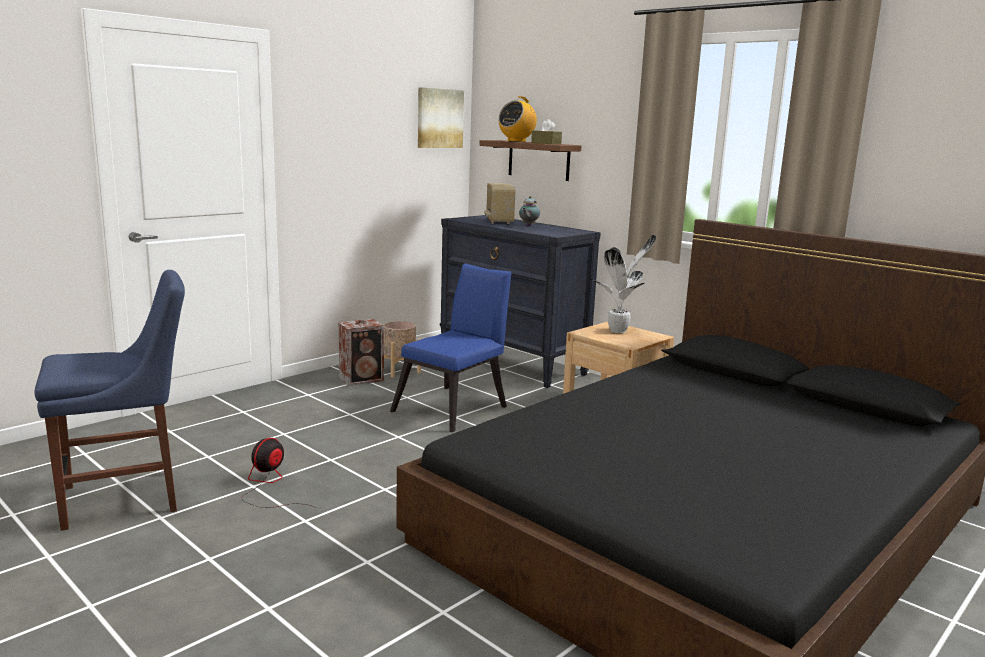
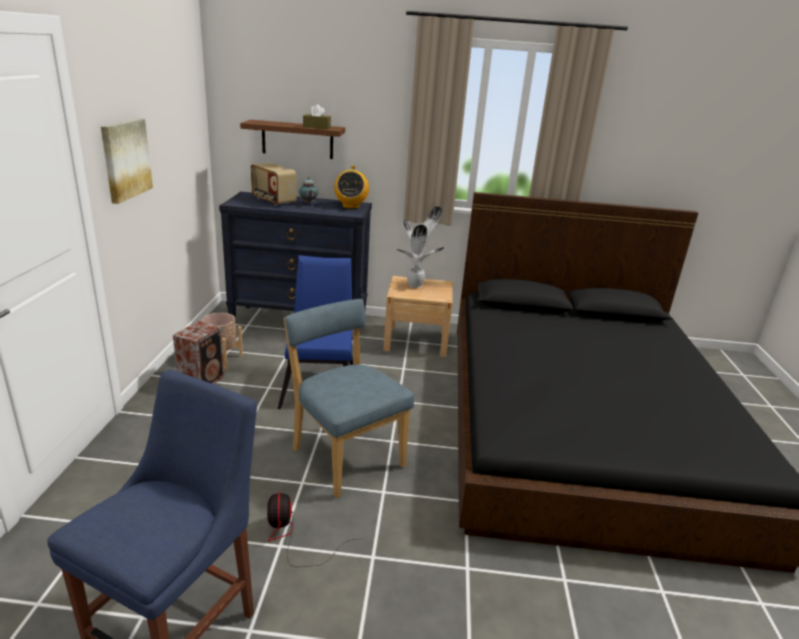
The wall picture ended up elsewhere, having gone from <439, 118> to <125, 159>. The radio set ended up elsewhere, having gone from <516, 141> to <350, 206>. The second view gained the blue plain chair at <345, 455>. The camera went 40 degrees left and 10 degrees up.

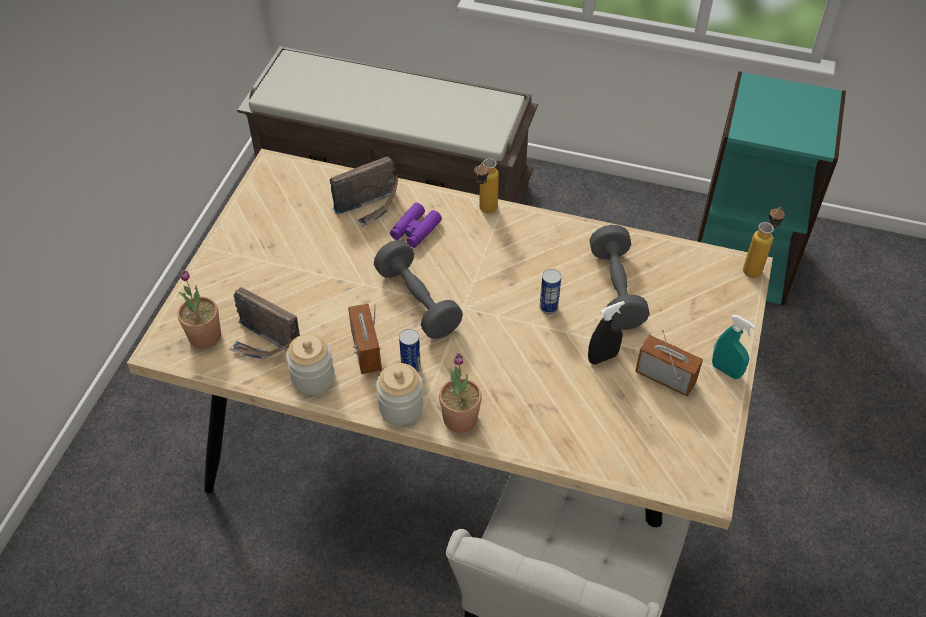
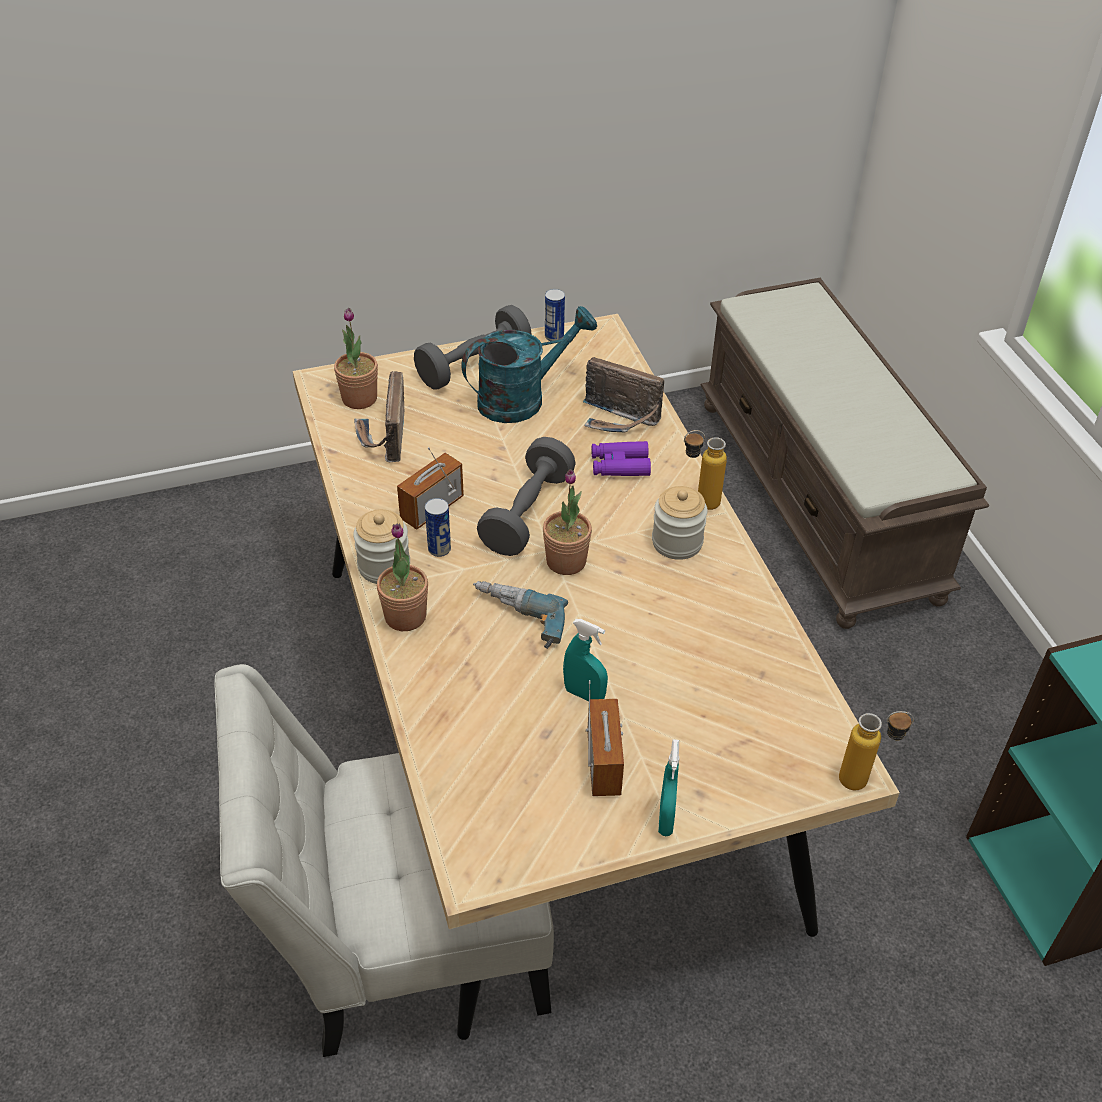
The greyish free weight ended up elsewhere, having gone from <616, 289> to <474, 364>. The metal can ended up elsewhere, having gone from <548, 307> to <554, 336>. What was the black spray bottle at <602, 357> turned into the turquoise spray bottle at <584, 694>. The storage jar ended up elsewhere, having gone from <313, 378> to <677, 542>. The second view gained the turquoise sprinkling can at <522, 398>. The second view gained the plant in a pot at <566, 561>. The second view gained the electric drill at <516, 621>. The camera went 55 degrees right and 5 degrees down.

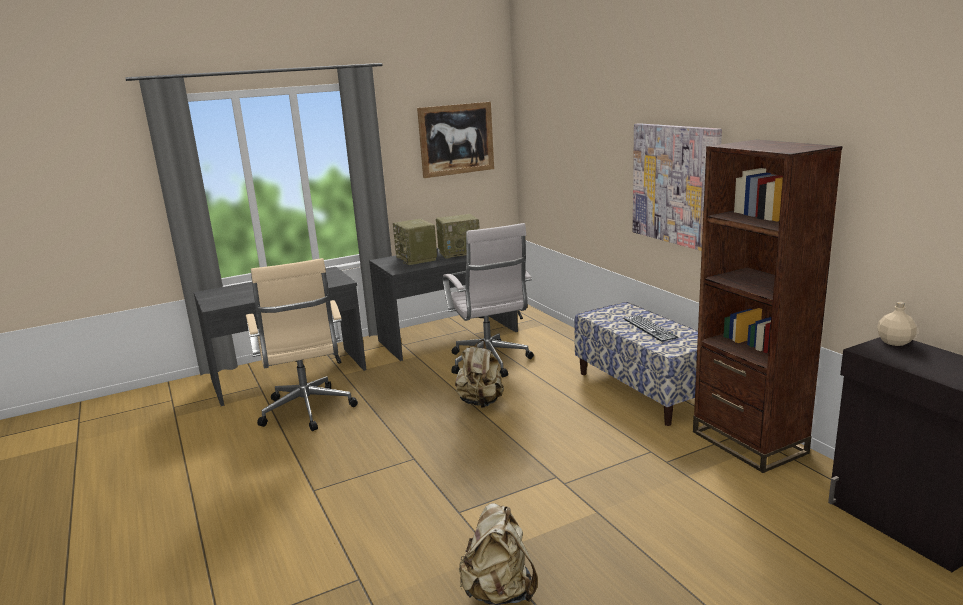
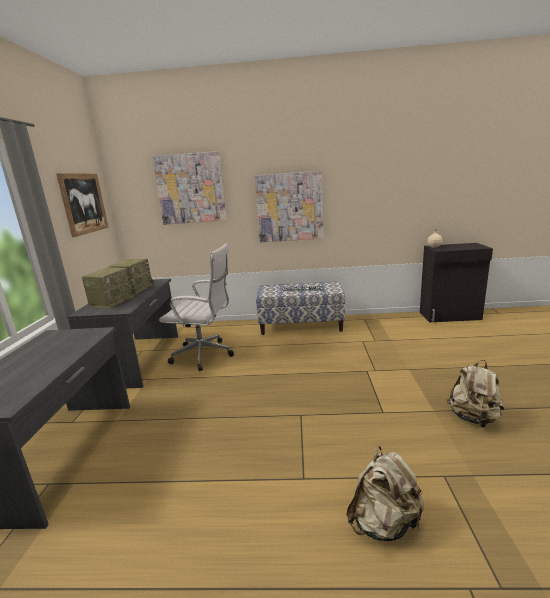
The second view lost the brown-coloured shelving unit at <748, 442>. The radio set at <417, 258> ended up facing another way, 75 degrees counterclockwise from before. The second view lost the beige-coloured desk chair at <307, 412>. The beige-coloured rucksack ended up elsewhere, having gone from <481, 402> to <383, 523>. The second view gained the wall picture at <191, 189>. The camera went 60 degrees left and 0 degrees up.

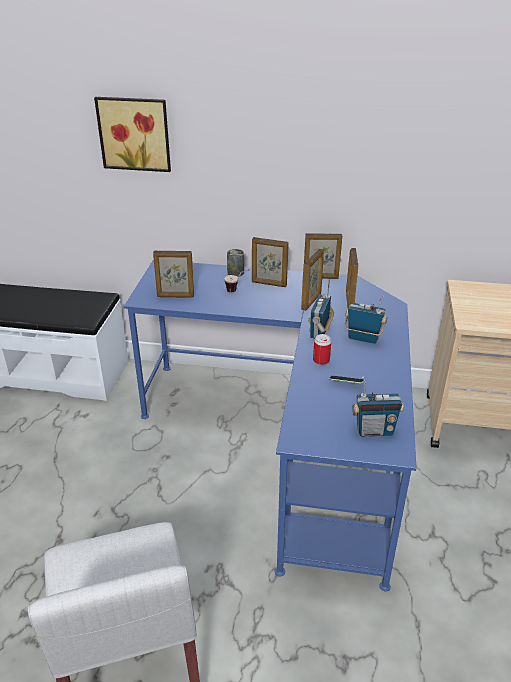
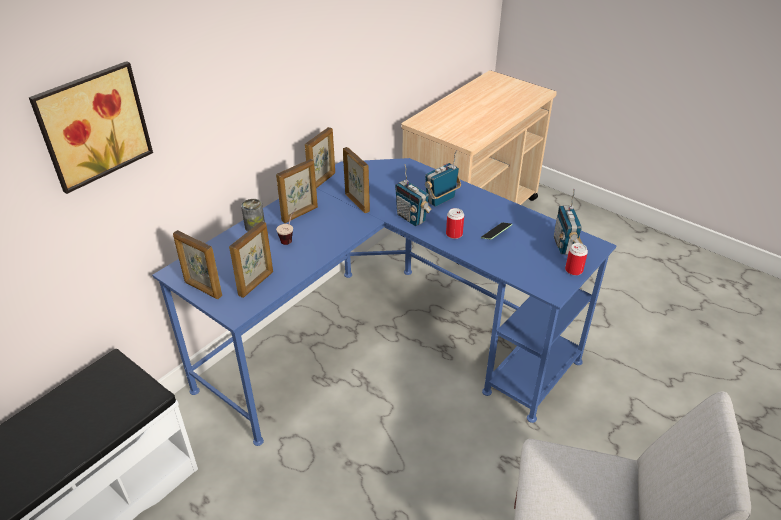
The standing frame ended up elsewhere, having gone from <349, 301> to <203, 289>. The radio set at <374, 430> ended up facing another way, 150 degrees clockwise from before. The second view gained the metal can at <573, 270>. The camera went 60 degrees left and 5 degrees up.

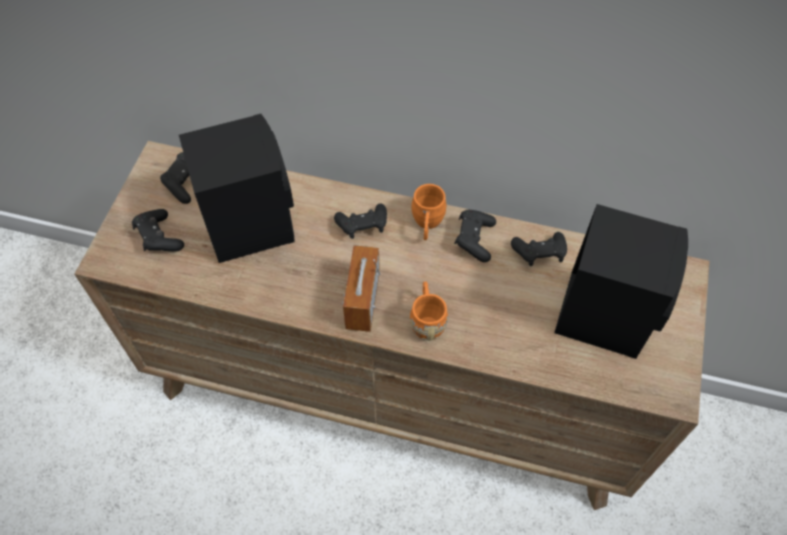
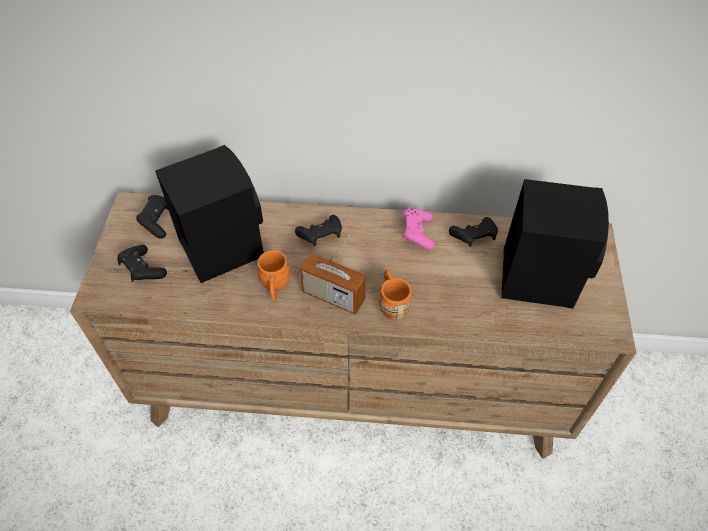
The orange coffee mug ended up elsewhere, having gone from <427, 225> to <275, 288>. What was the black joypad at <474, 240> turned into the pink joypad at <417, 233>. The radio set at <362, 301> ended up facing another way, 60 degrees counterclockwise from before. The camera went 10 degrees left and 5 degrees down.

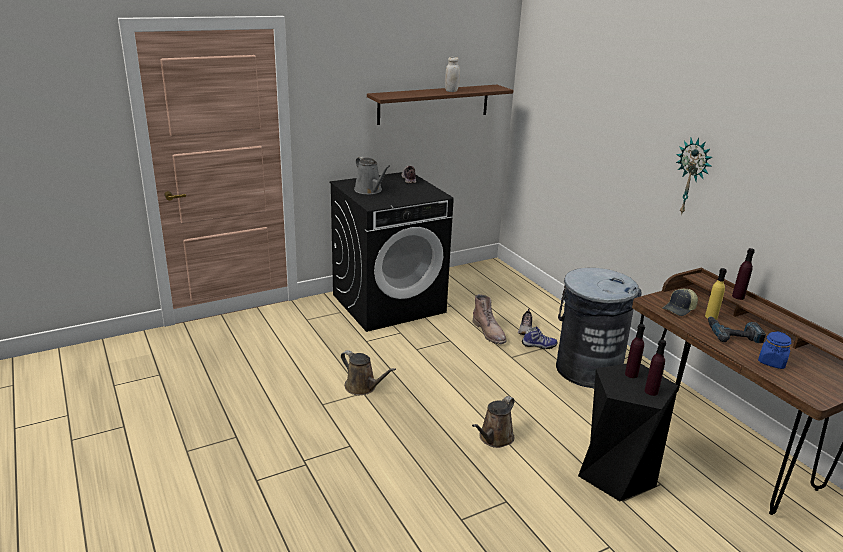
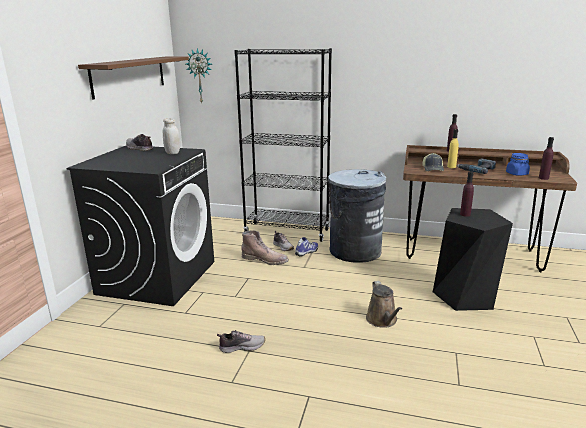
The white-coloured storage jar ended up elsewhere, having gone from <451, 91> to <172, 153>. The clock on the wall ended up elsewhere, having gone from <692, 176> to <200, 76>. The second view lost the greyish sprinkling can at <369, 190>. The purplish bottle ended up elsewhere, having gone from <651, 391> to <543, 178>. Where the brown-coloured sprinkling can stood at <363, 387>, the item of footwear came to stand at <241, 347>. The second view gained the black shelving unit at <287, 232>. The camera went 45 degrees left and 5 degrees down.

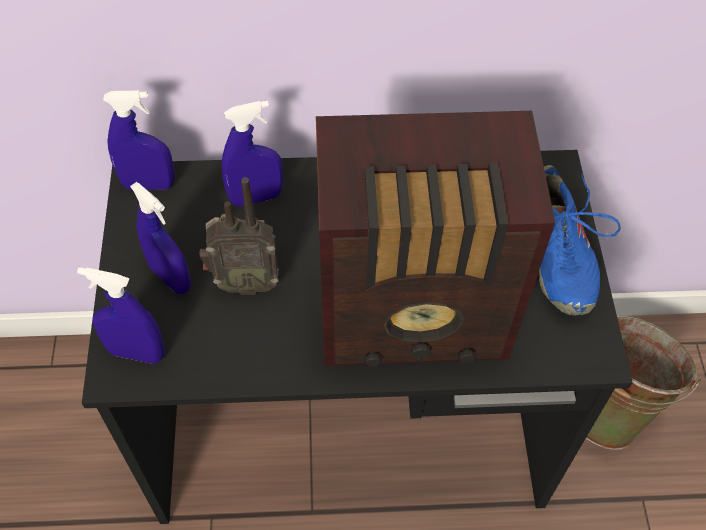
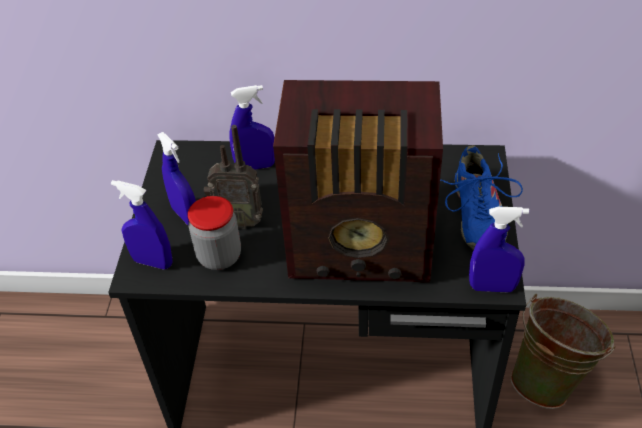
The blue spray bottle ended up elsewhere, having gone from <149, 185> to <492, 287>. The second view gained the storage jar at <219, 256>. The camera went 10 degrees right and 10 degrees down.

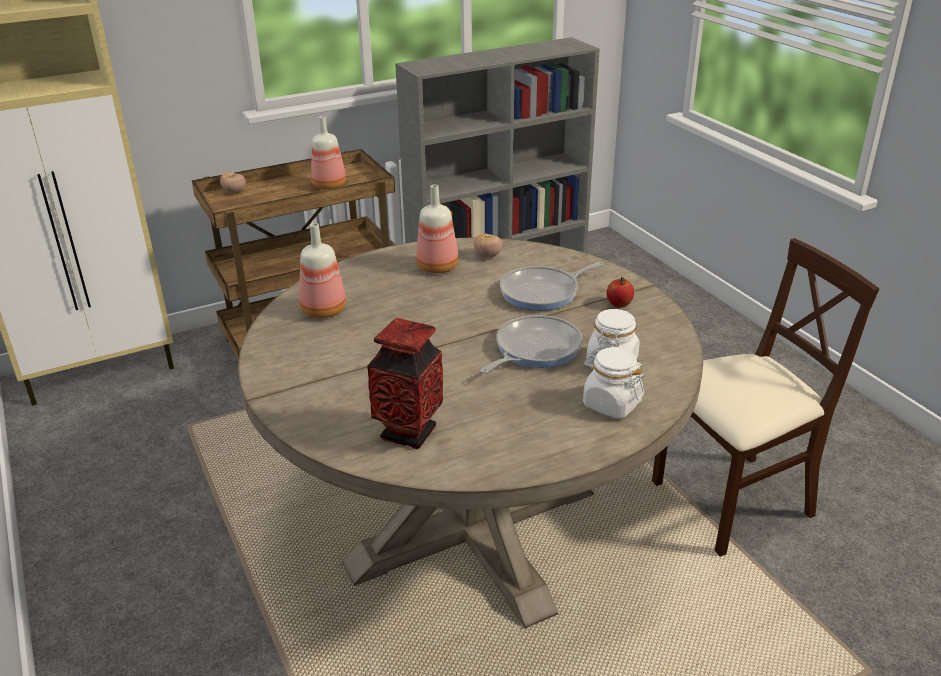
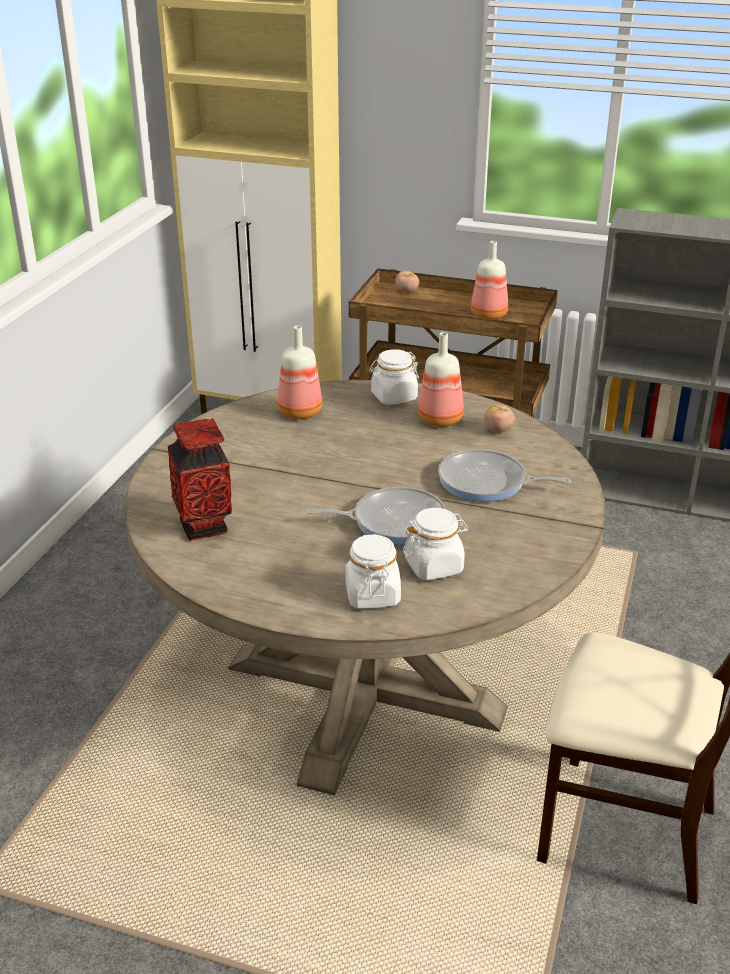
The second view lost the apple fruit at <619, 304>. The second view gained the white-coloured storage jar at <393, 397>. The camera went 45 degrees right and 0 degrees up.

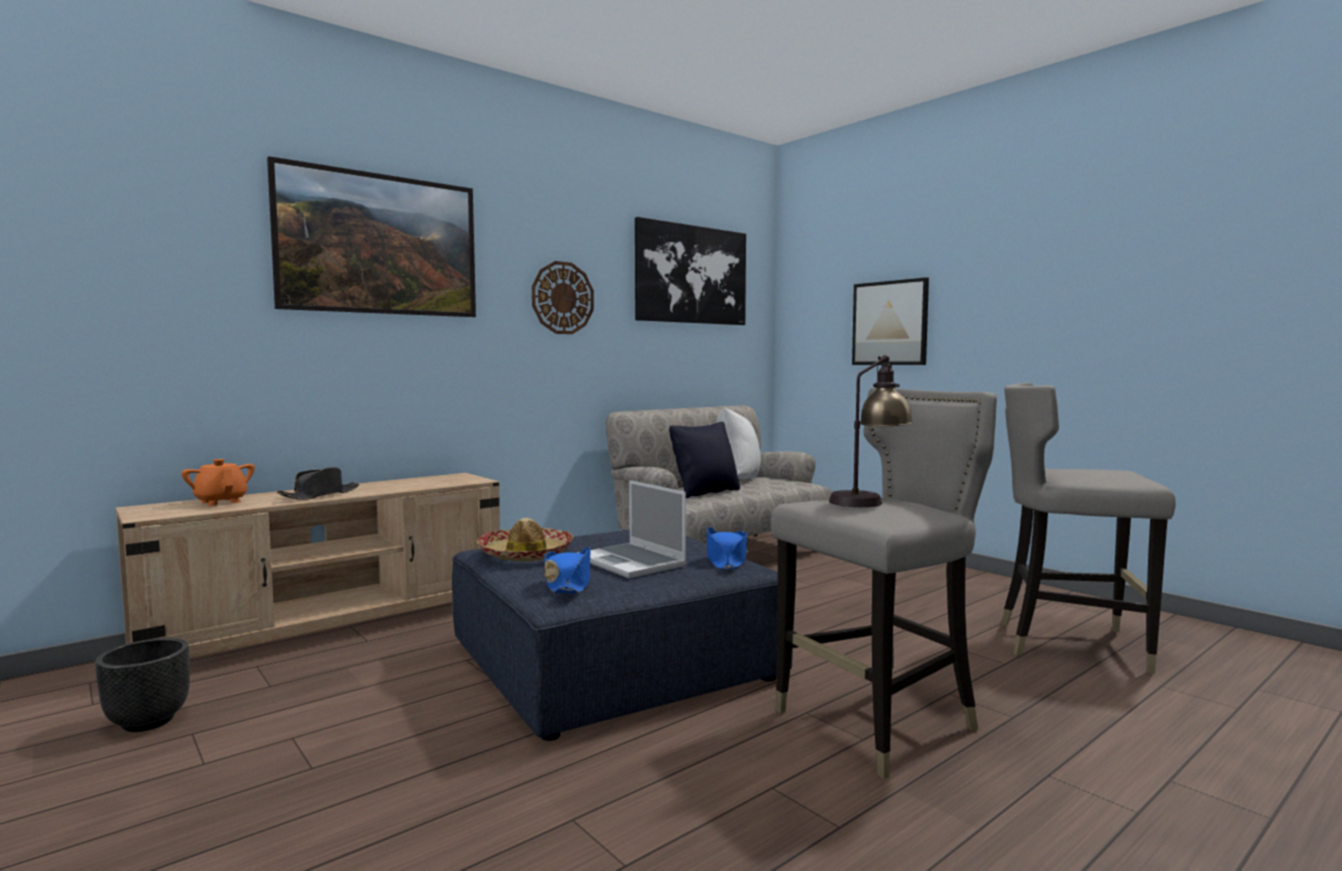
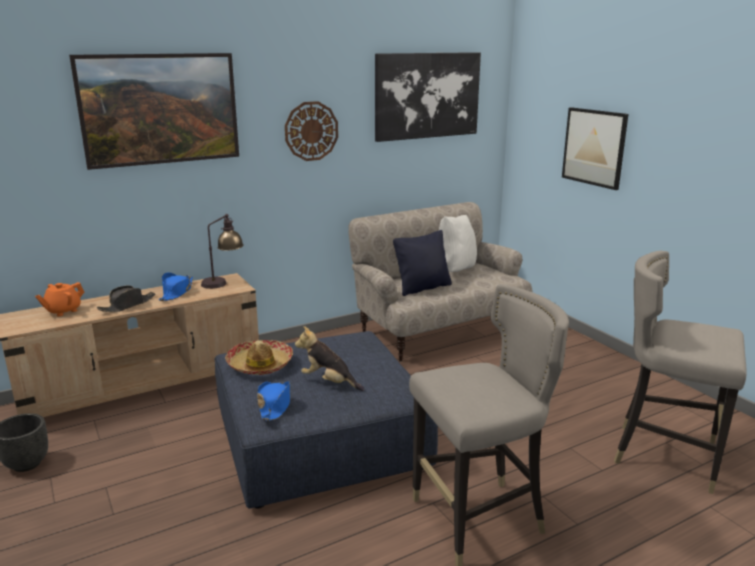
The table lamp ended up elsewhere, having gone from <869, 500> to <223, 282>. The orange tea pot at <221, 502> ended up facing another way, 105 degrees counterclockwise from before. Where the laptop stood at <633, 563>, the cuddly toy came to stand at <329, 382>. The blue clothing hat ended up elsewhere, having gone from <726, 560> to <176, 292>. The camera went 10 degrees right and 15 degrees up.

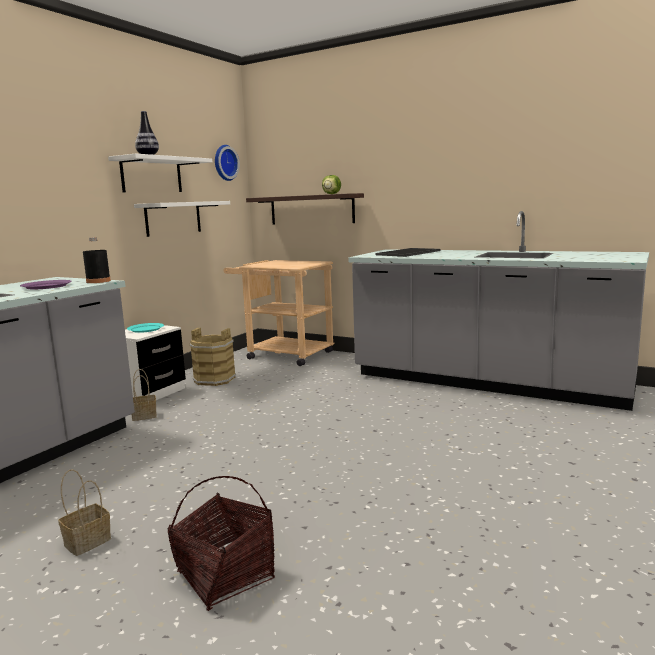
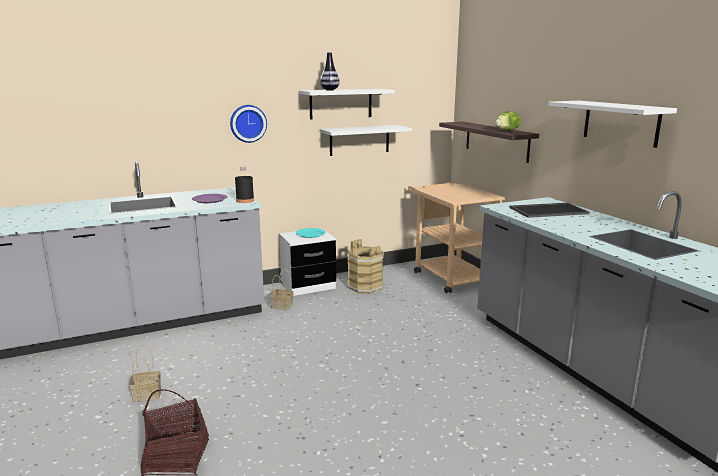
The clock on the wall ended up elsewhere, having gone from <224, 163> to <248, 123>. The second view gained the white-coloured wall shelf at <620, 123>. The camera went 35 degrees right and 5 degrees up.

